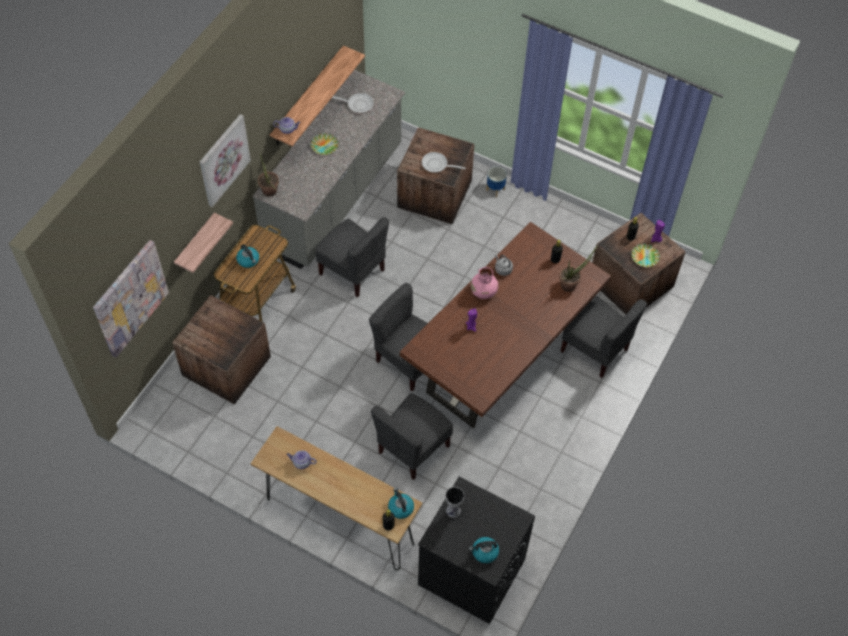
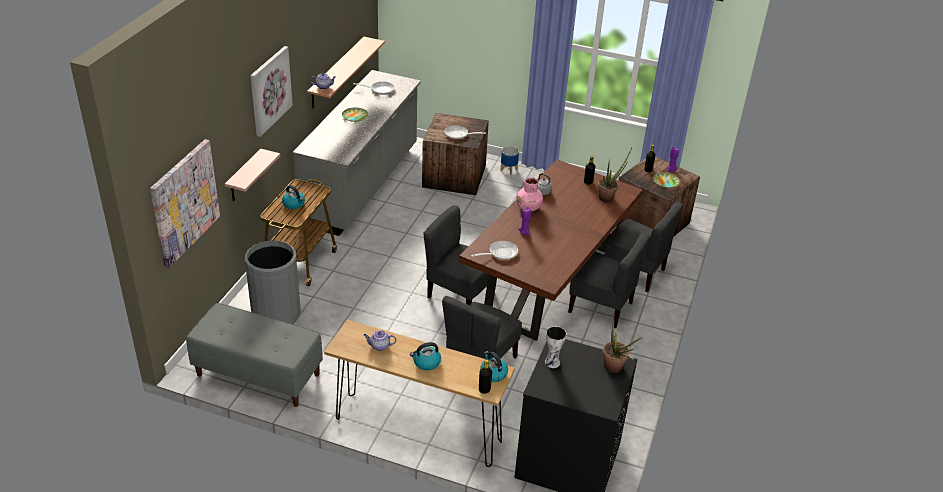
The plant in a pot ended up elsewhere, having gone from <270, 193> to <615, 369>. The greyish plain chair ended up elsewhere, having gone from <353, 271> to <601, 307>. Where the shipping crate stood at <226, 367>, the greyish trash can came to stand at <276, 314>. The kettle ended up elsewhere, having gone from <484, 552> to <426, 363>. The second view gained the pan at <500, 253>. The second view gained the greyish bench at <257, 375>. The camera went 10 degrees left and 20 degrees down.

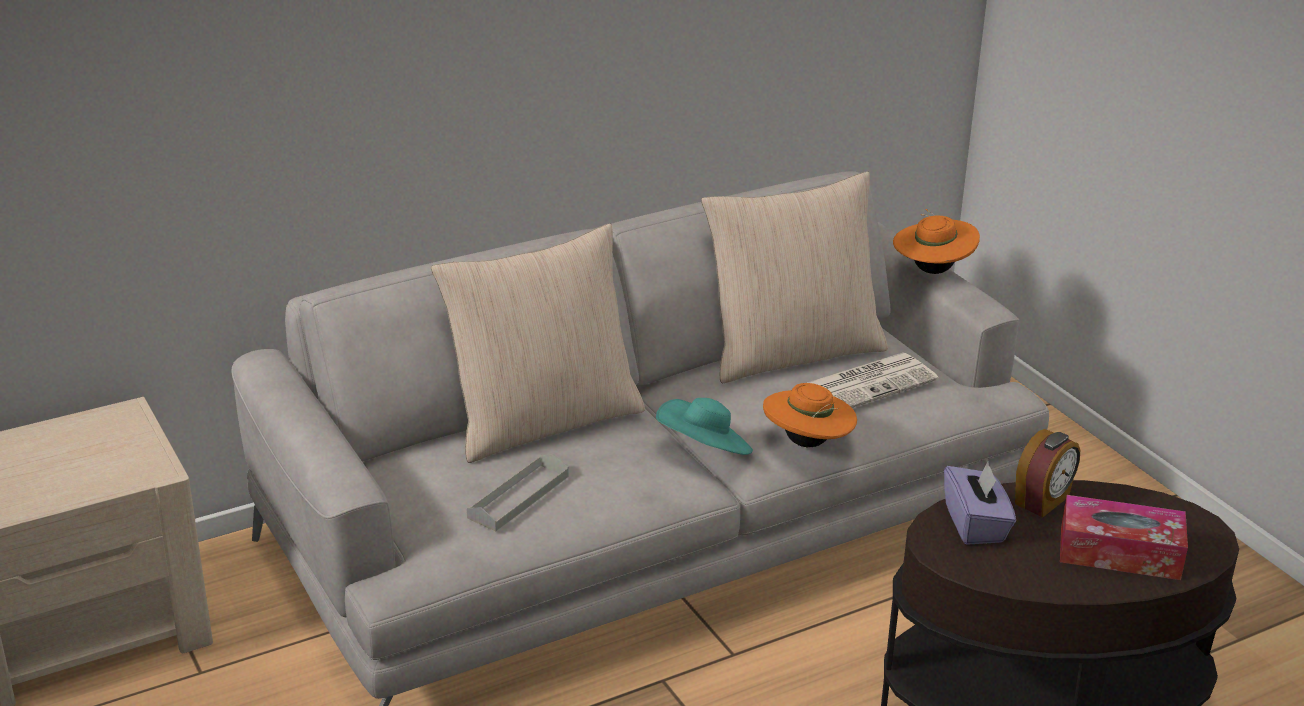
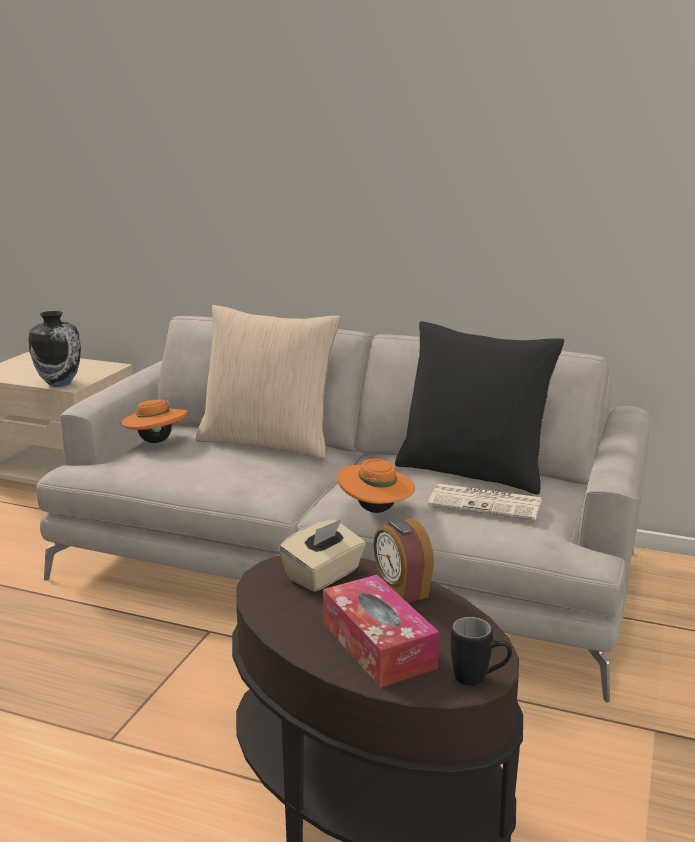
What was the beige-coloured cushion at <791, 352> turned into the black cushion at <473, 471>. The orange clothing hat ended up elsewhere, having gone from <932, 270> to <156, 441>. The second view lost the turquoise clothing hat at <705, 450>. The alarm clock at <1043, 501> ended up facing another way, 60 degrees clockwise from before. The second view lost the greyish tray at <518, 497>. What was the purplish tissue box at <975, 524> turned into the beige-coloured tissue box at <324, 575>. The second view gained the flower vase at <60, 383>. The second view gained the black coffee mug at <479, 680>. The camera went 50 degrees right and 10 degrees down.

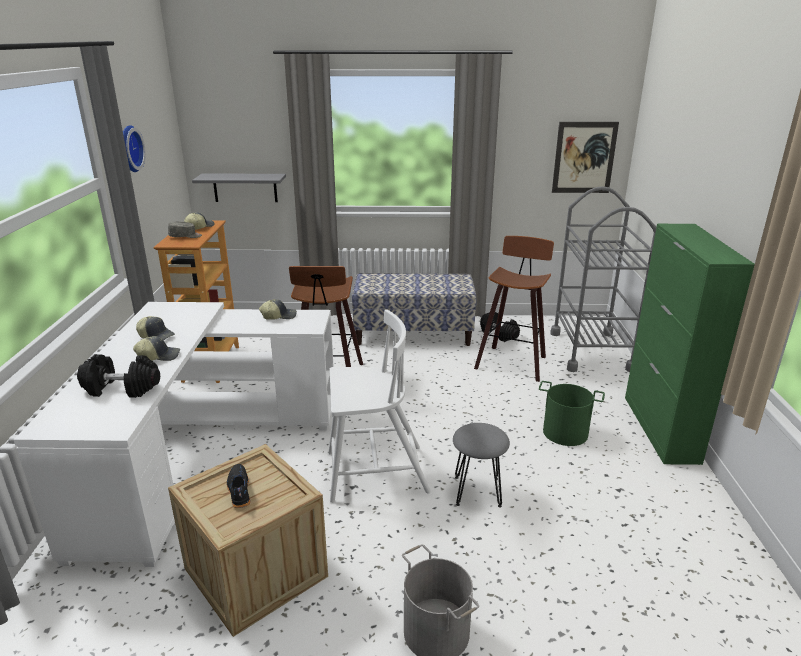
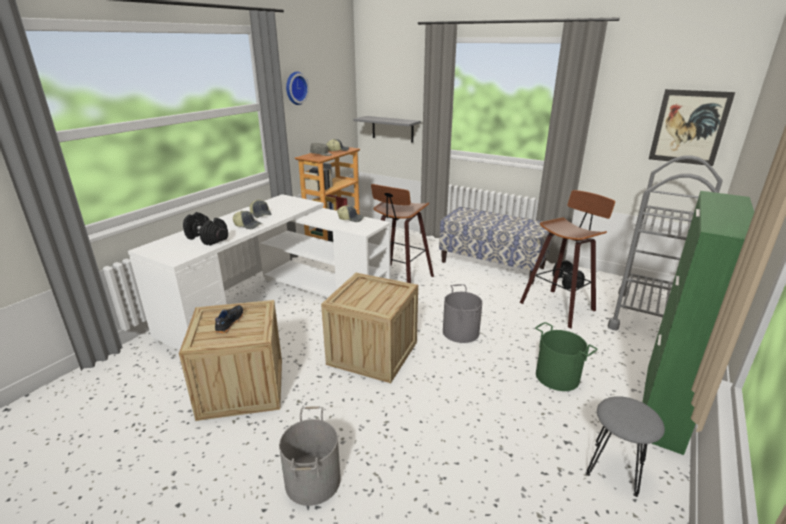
Where the white-coloured plain chair stood at <374, 473>, the shipping crate came to stand at <372, 353>. The greyish sitting stool ended up elsewhere, having gone from <477, 491> to <615, 469>. The second view gained the greyish bucket at <460, 332>. The camera went 30 degrees right and 0 degrees up.

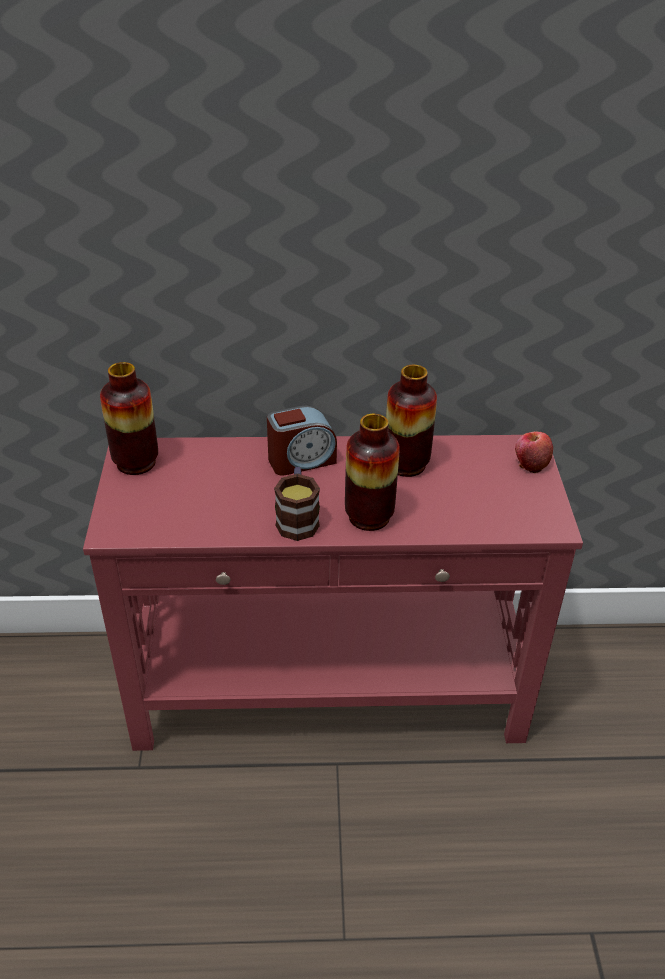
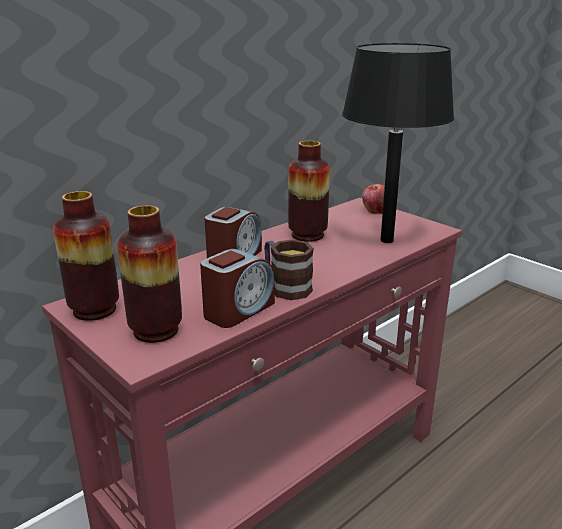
The flower vase ended up elsewhere, having gone from <369, 517> to <156, 330>. The second view gained the black table lamp at <386, 240>. The second view gained the alarm clock at <238, 310>. The camera went 40 degrees left and 15 degrees down.

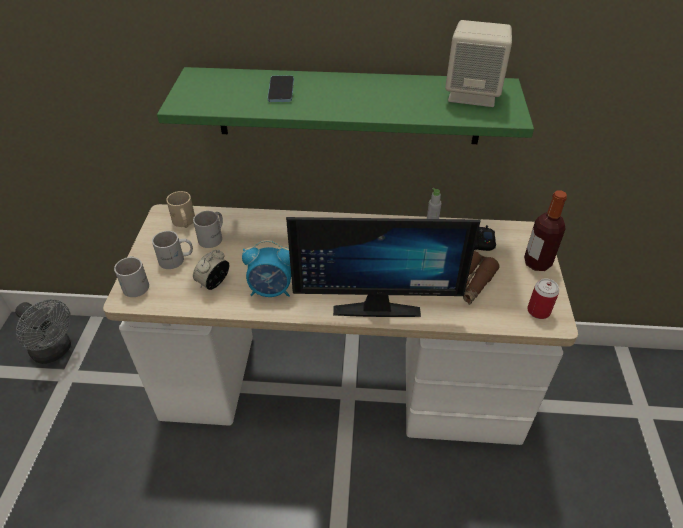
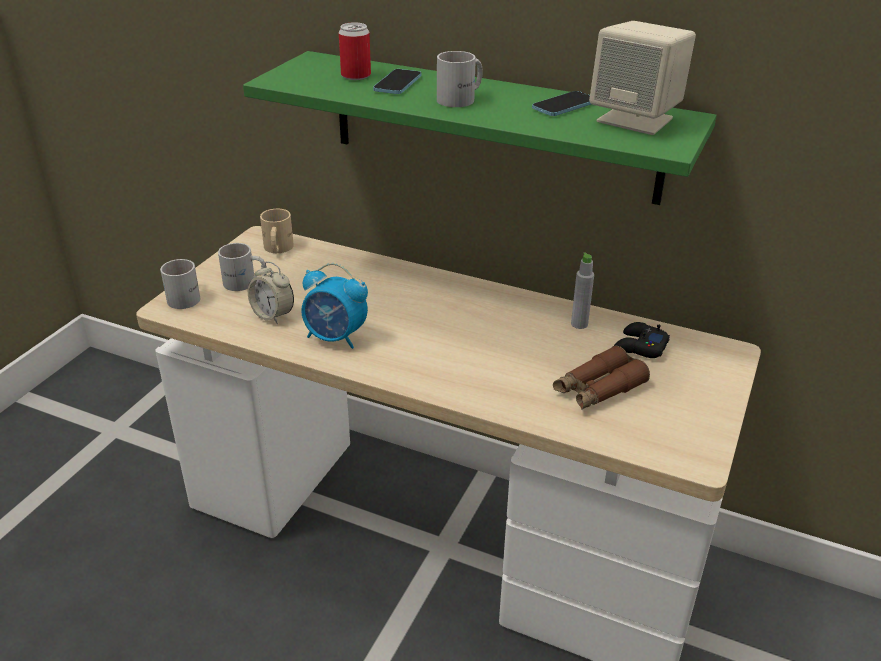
The second view lost the bottle at <537, 263>. The white-coloured coffee mug ended up elsewhere, having gone from <214, 237> to <462, 99>. The second view lost the monitor at <376, 303>. The alarm clock at <214, 283> ended up facing another way, 105 degrees counterclockwise from before. The metal can ended up elsewhere, having gone from <538, 311> to <356, 76>. The second view lost the greyish electric fan at <55, 351>. The second view gained the phone at <564, 106>. The camera went 20 degrees right and 10 degrees down.

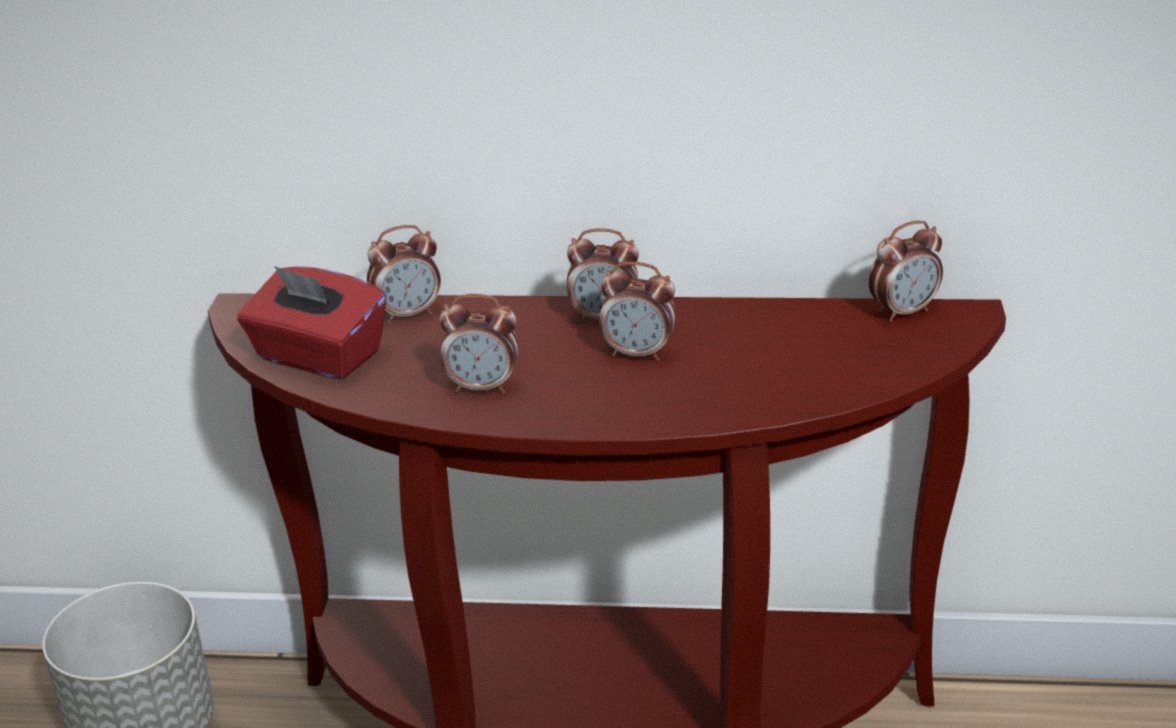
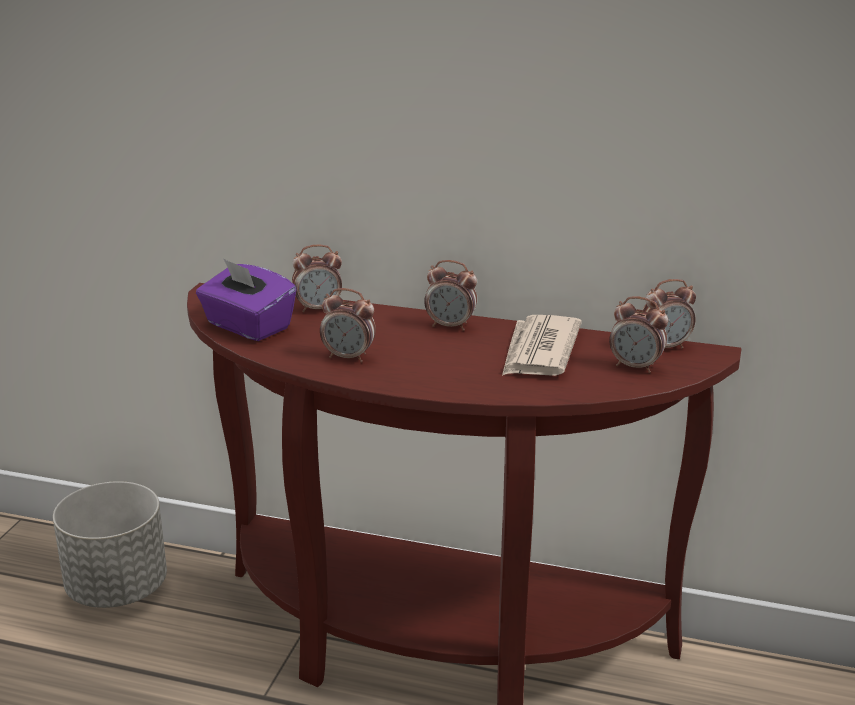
The alarm clock ended up elsewhere, having gone from <638, 354> to <636, 367>. What was the red-coloured tissue box at <318, 357> turned into the purplish tissue box at <247, 326>. The second view gained the newspaper at <539, 351>. The camera went 10 degrees right and 5 degrees down.

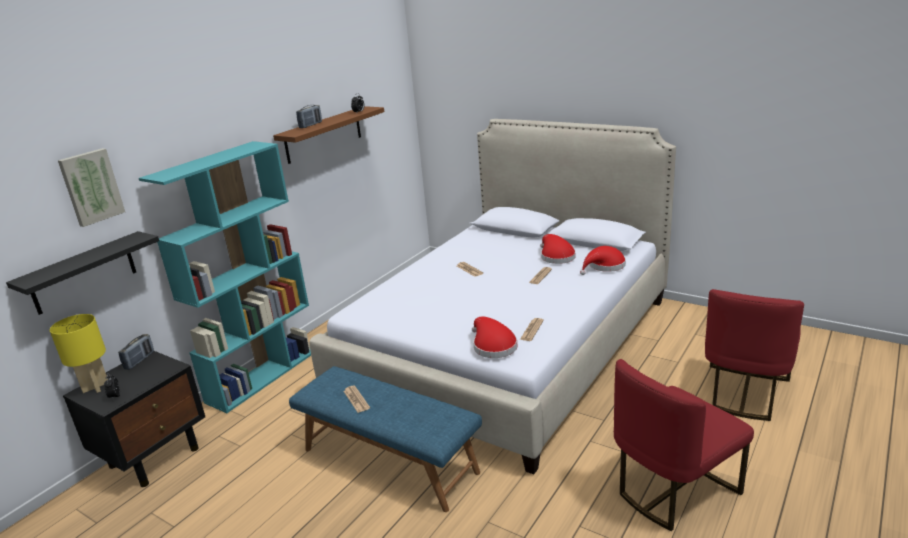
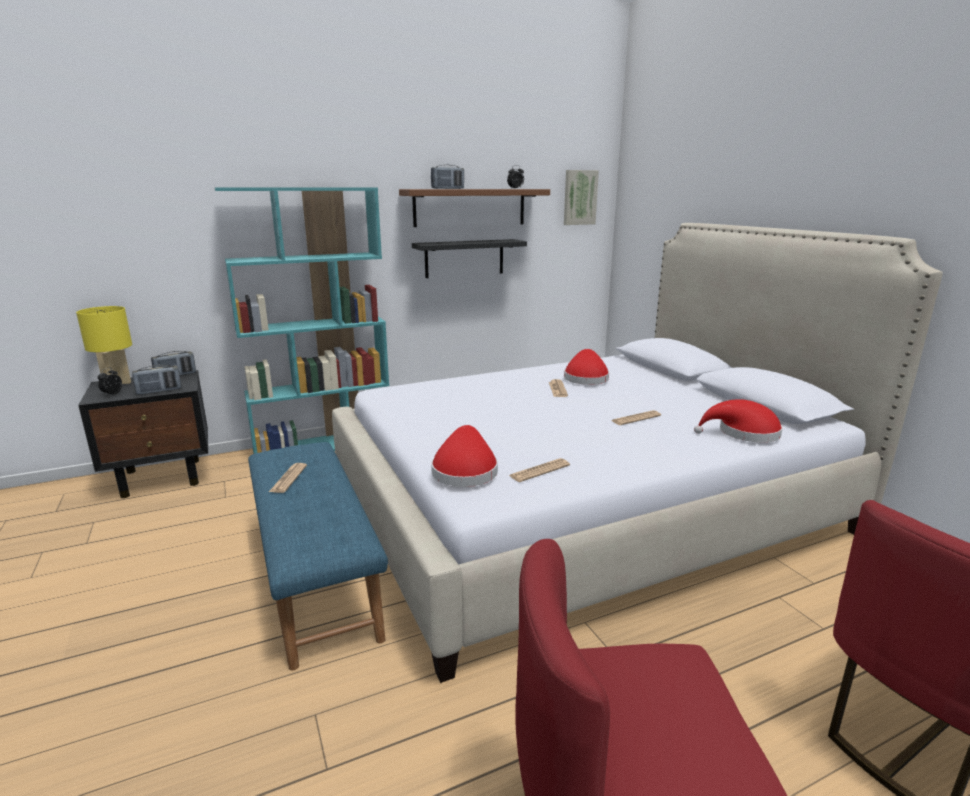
The wall picture ended up elsewhere, having gone from <91, 187> to <579, 197>. The black wall shelf ended up elsewhere, having gone from <83, 273> to <464, 258>. The red-coloured clothing hat ended up elsewhere, having gone from <556, 256> to <585, 378>. The second view gained the radio set at <159, 391>. The camera went 30 degrees right and 5 degrees down.

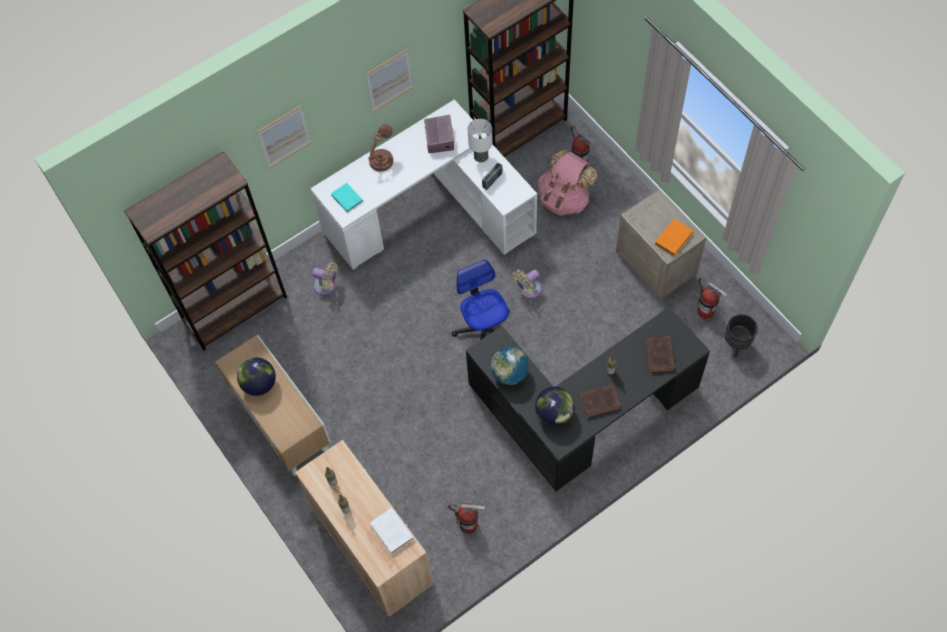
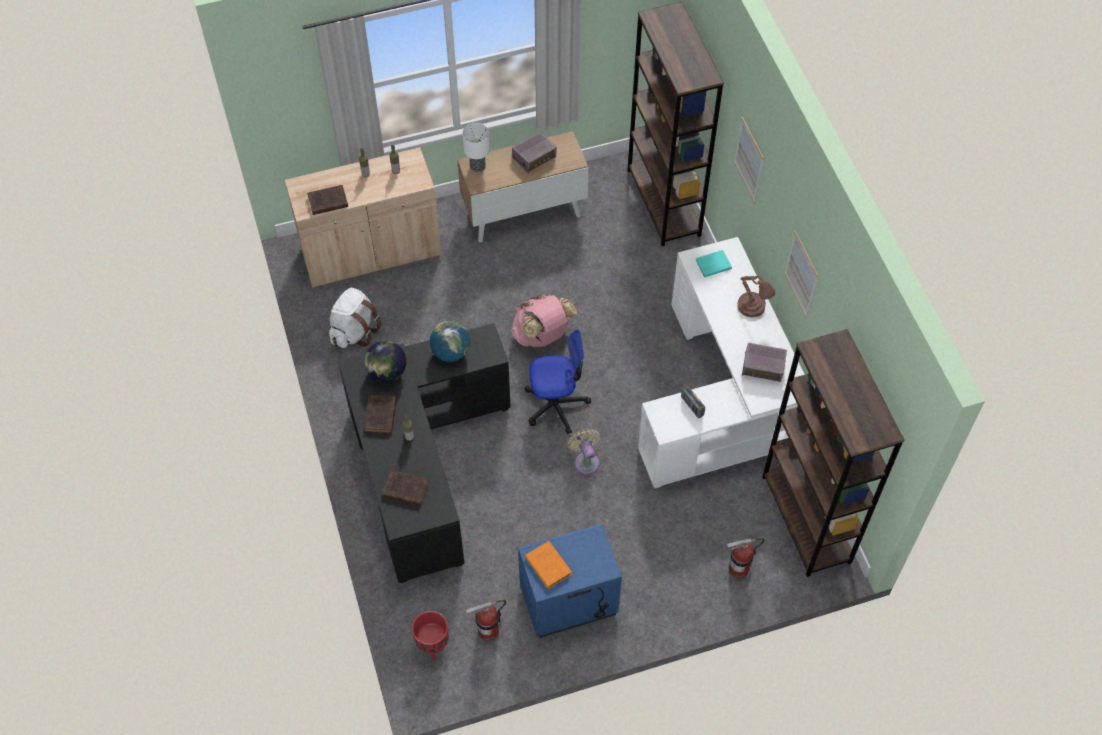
The table lamp ended up elsewhere, having gone from <480, 156> to <477, 166>. The pink rucksack ended up elsewhere, having gone from <564, 198> to <542, 335>. What was the beige-coloured bedside table at <656, 264> turned into the blue bedside table at <569, 602>. The second view lost the beige-coloured electric fan at <326, 286>. What was the black plant pot at <736, 345> turned into the red-coloured plant pot at <433, 646>. Where the world globe stood at <259, 384>, the radio set came to stand at <534, 158>. Where the fire-fighting cylinder stood at <468, 524>, the white-coloured rucksack came to stand at <354, 331>. What was the white-coloured book at <392, 532> turned into the brown-coloured book at <327, 202>. The camera went 105 degrees right and 5 degrees down.

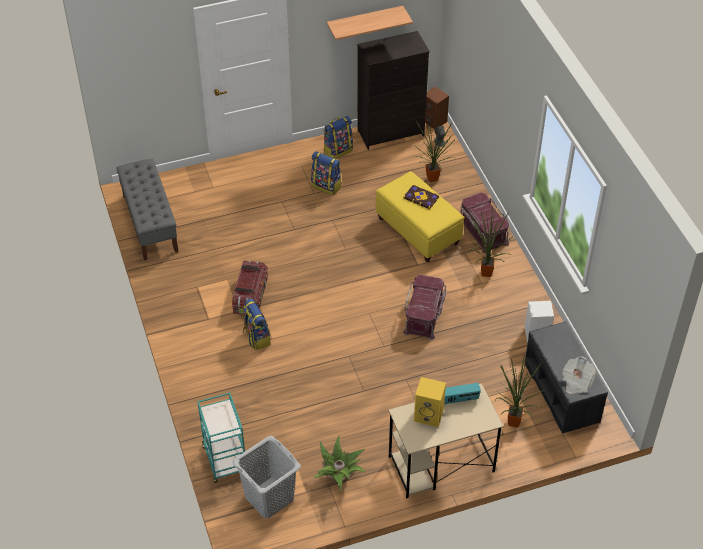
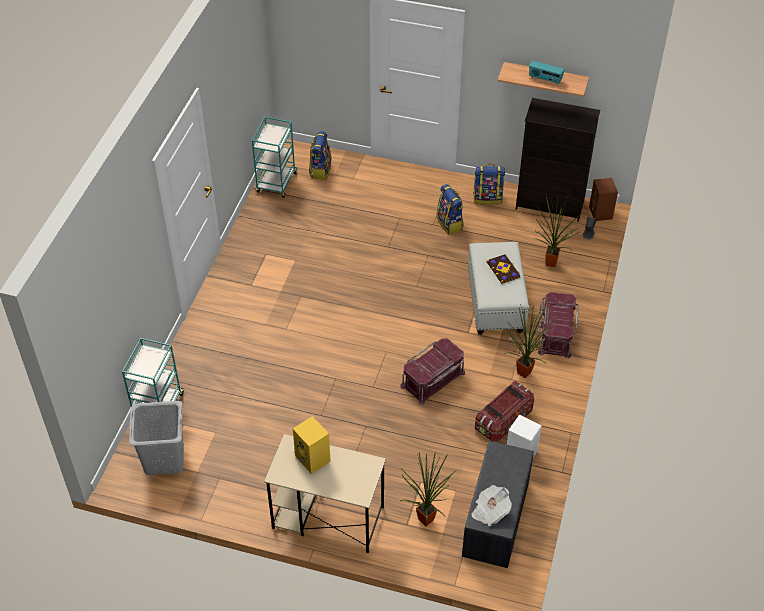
Where the greyish bench stood at <150, 223>, the turquoise wheeled cart came to stand at <276, 183>. What was the yellow pouffe at <418, 231> turned into the white-coloured pouffe at <495, 303>. The storage bin ended up elsewhere, having gone from <250, 296> to <504, 420>. The rucksack ended up elsewhere, having gone from <256, 337> to <320, 170>. The radio set ended up elsewhere, having gone from <460, 399> to <545, 79>. The second view lost the plant in a pot at <339, 477>. The camera went 35 degrees right and 0 degrees up.

